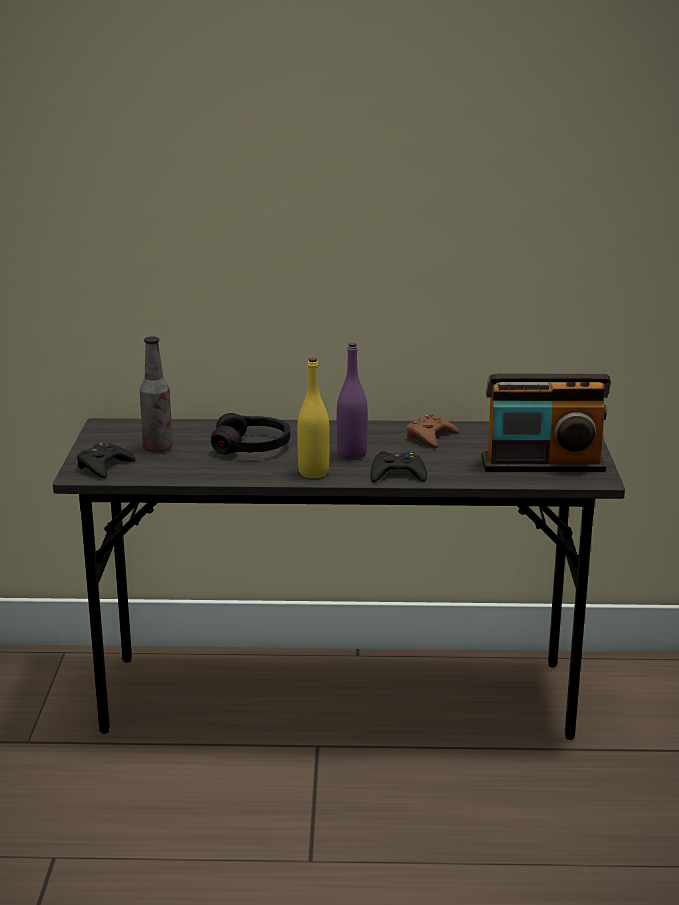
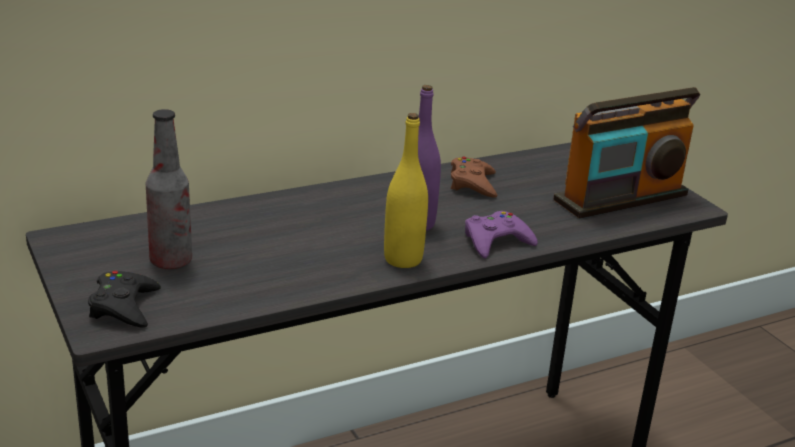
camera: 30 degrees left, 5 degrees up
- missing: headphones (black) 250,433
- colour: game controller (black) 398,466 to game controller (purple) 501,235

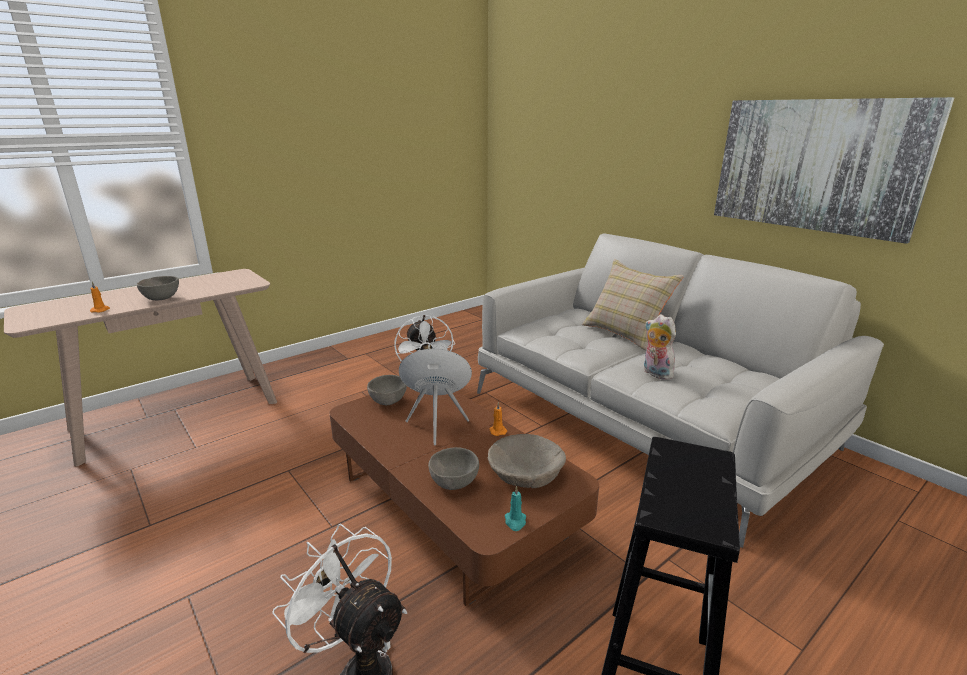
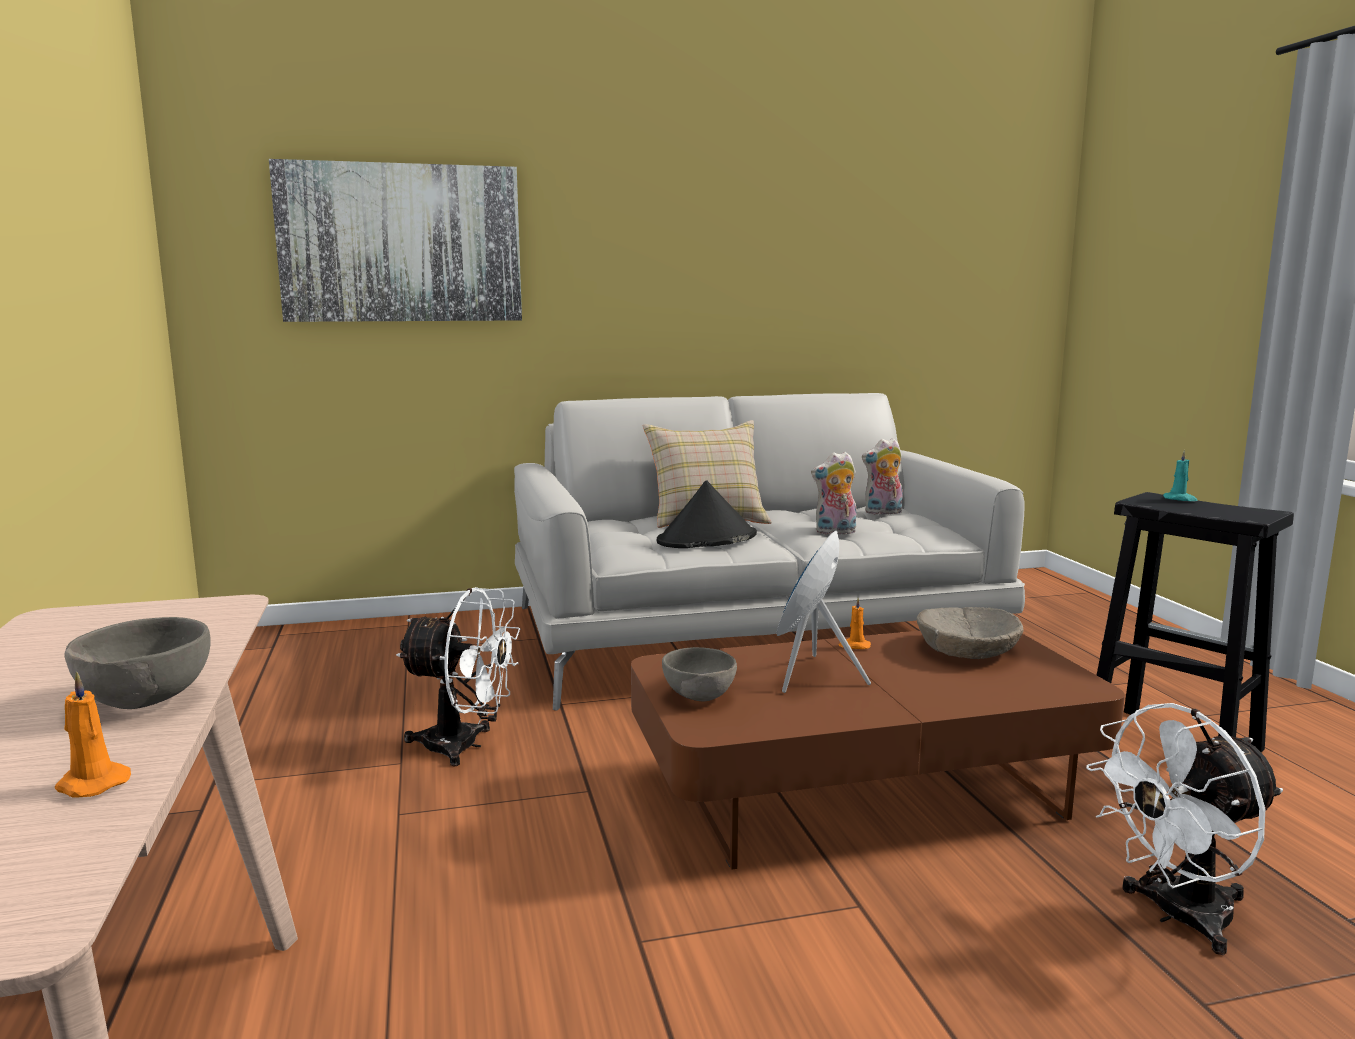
camera: 65 degrees left, 10 degrees down
- missing: bowl (grey) 453,468
- relocated: candle (turquoise) 515,508 to 1180,475
- relocated: picture 834,170 to 395,240
- appeared: hat (black) 707,514
- appeared: plush toy 882,476

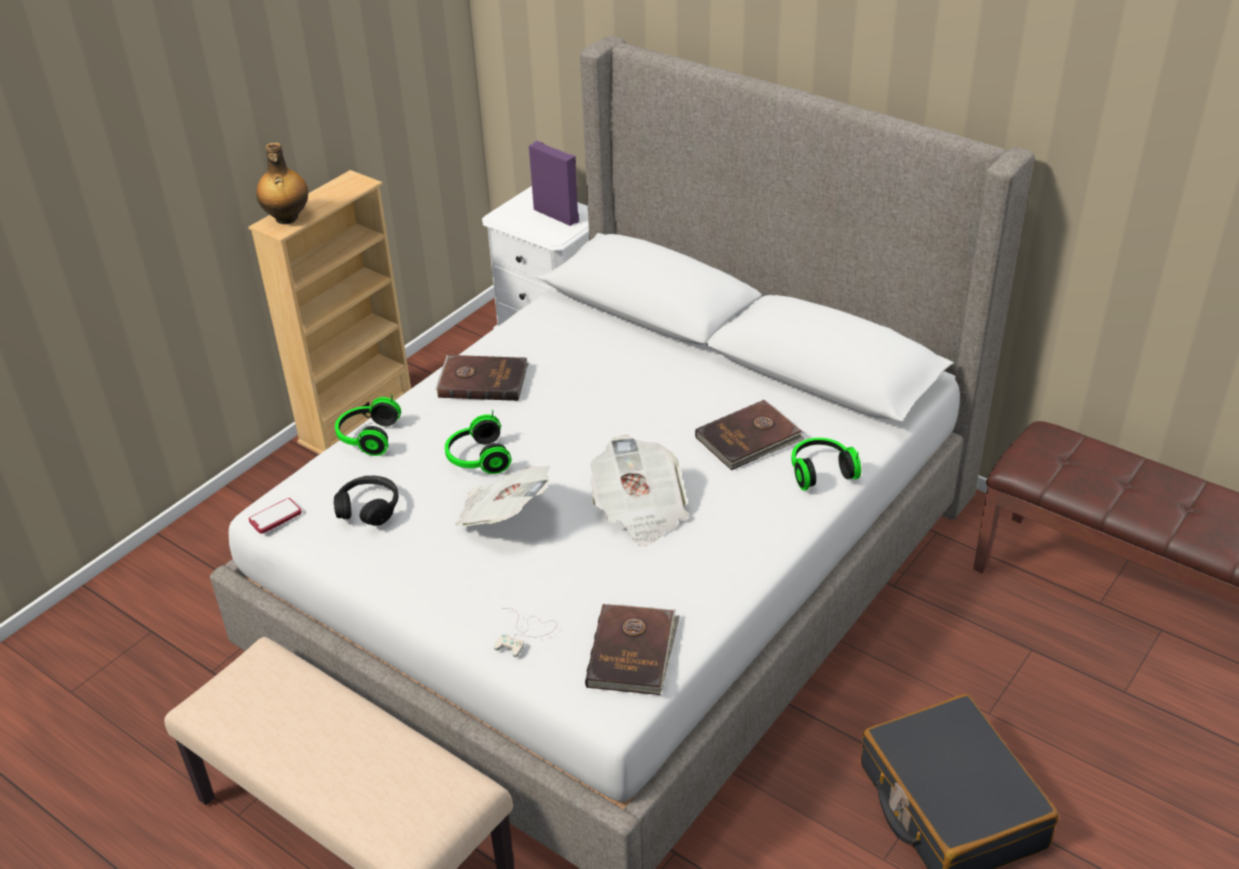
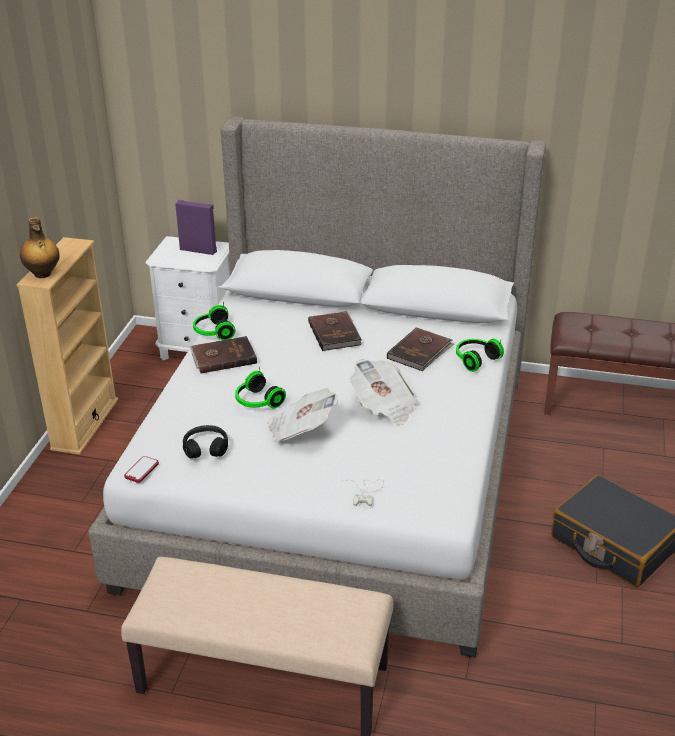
camera: 25 degrees left, 5 degrees down
- relocated: headphones 368,425 to 214,321
- relocated: book (brown) 632,649 to 335,331

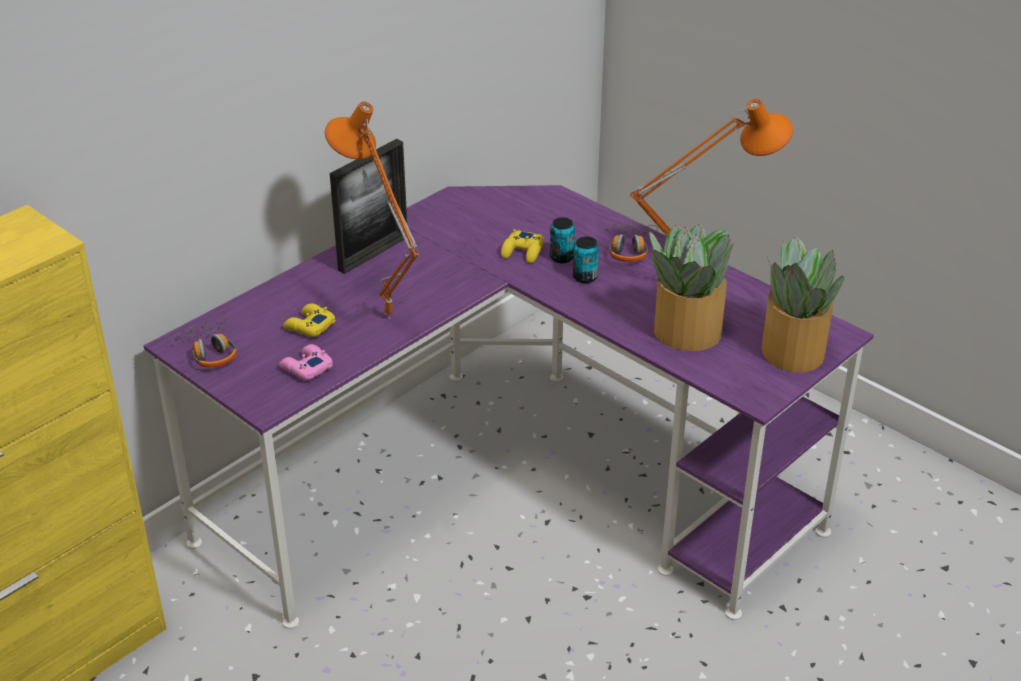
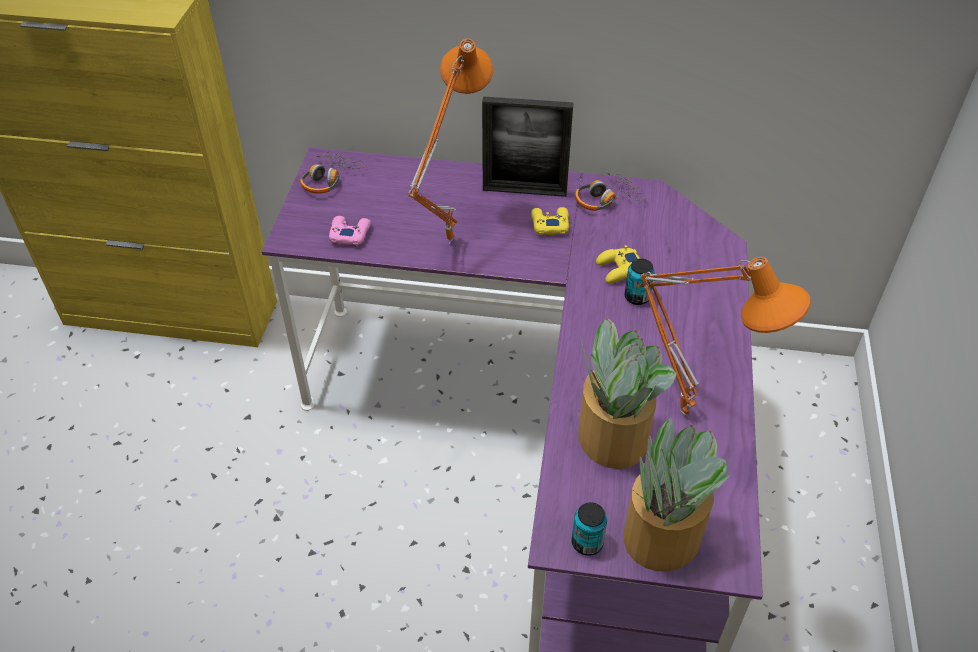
camera: 55 degrees right, 10 degrees up
- relocated: game controller (yellow) 309,320 to 550,221
- relocated: can 586,259 to 589,529
- relocated: headphones 629,242 to 610,191

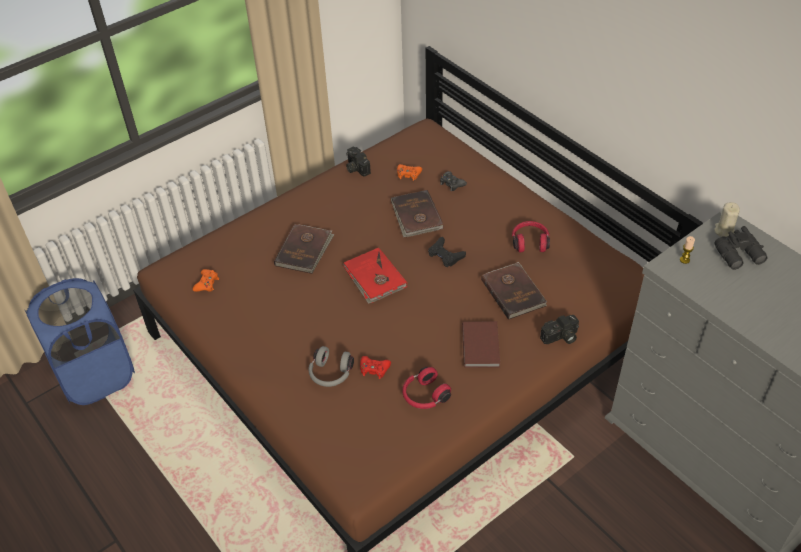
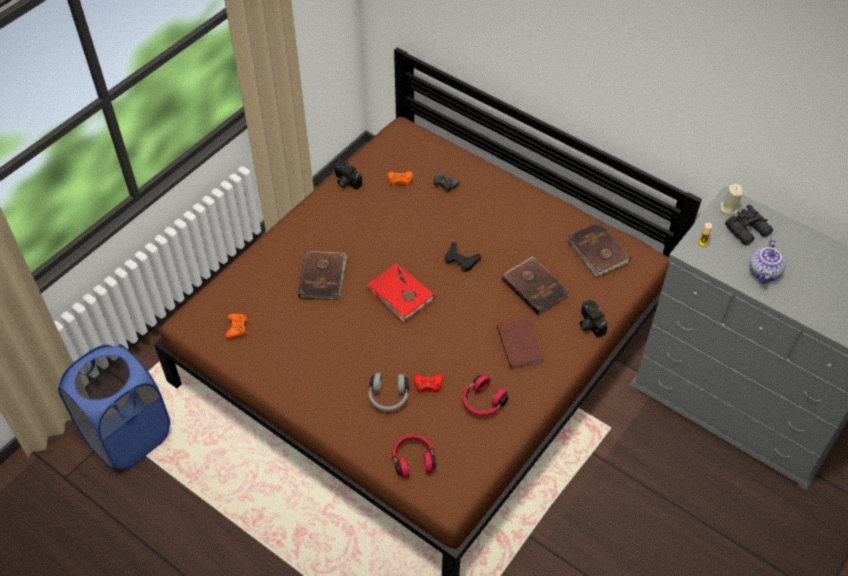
camera: 15 degrees left, 5 degrees up
- relocated: book (brown) 417,213 to 599,249
- relocated: headphones (red) 531,236 to 414,456
- spun: photo camera 559,329 = 594,319 105 degrees clockwise
- appeared: teapot 768,261

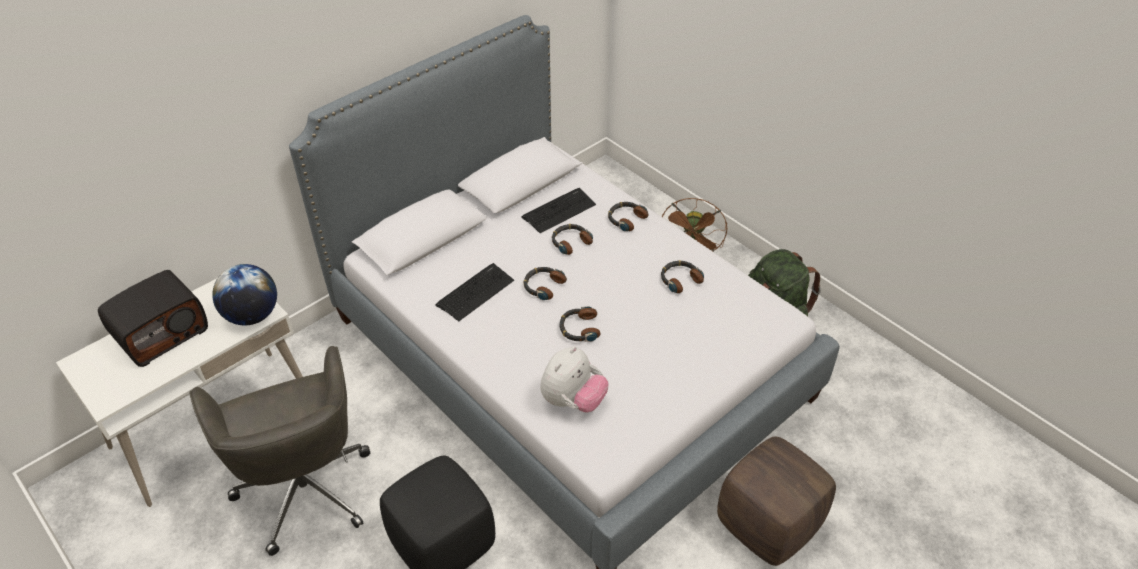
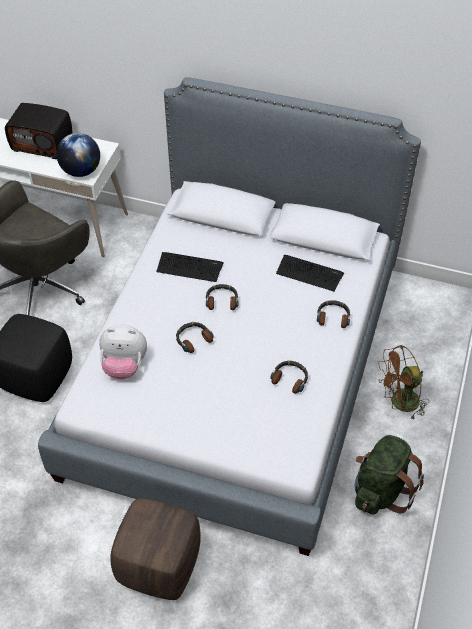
camera: 60 degrees right, 5 degrees up
- missing: headphones 572,239

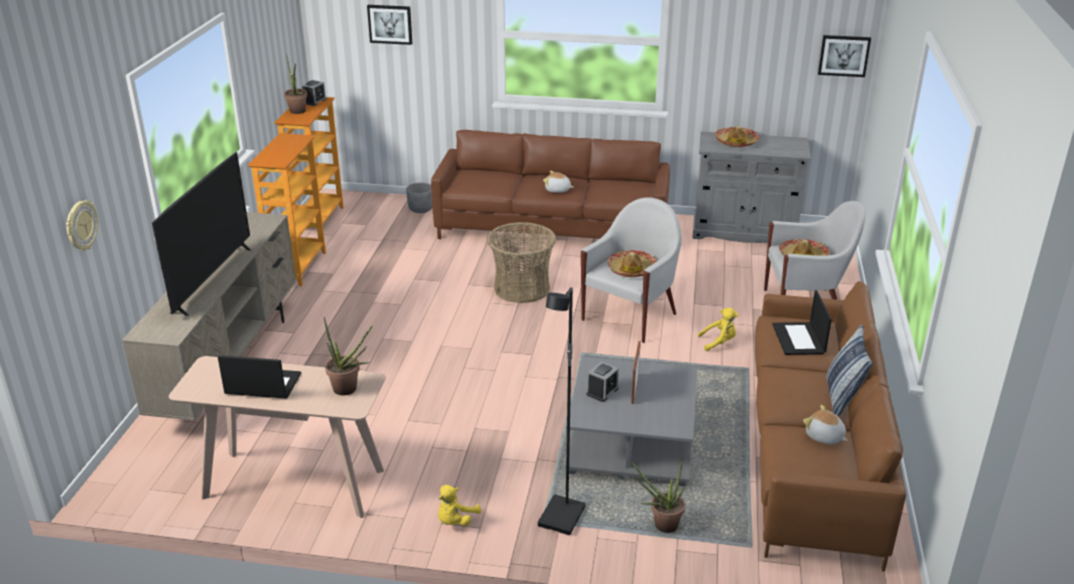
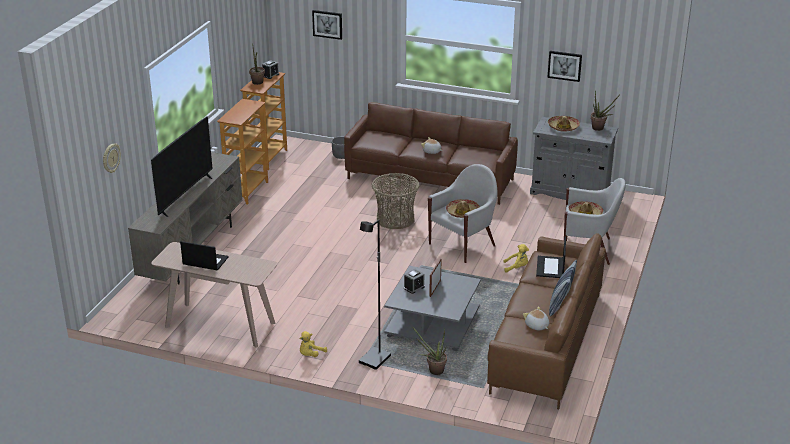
camera: 10 degrees right, 0 degrees up
- relocated: potted plant 348,356 to 605,110
- relocated: picture 844,56 to 564,66

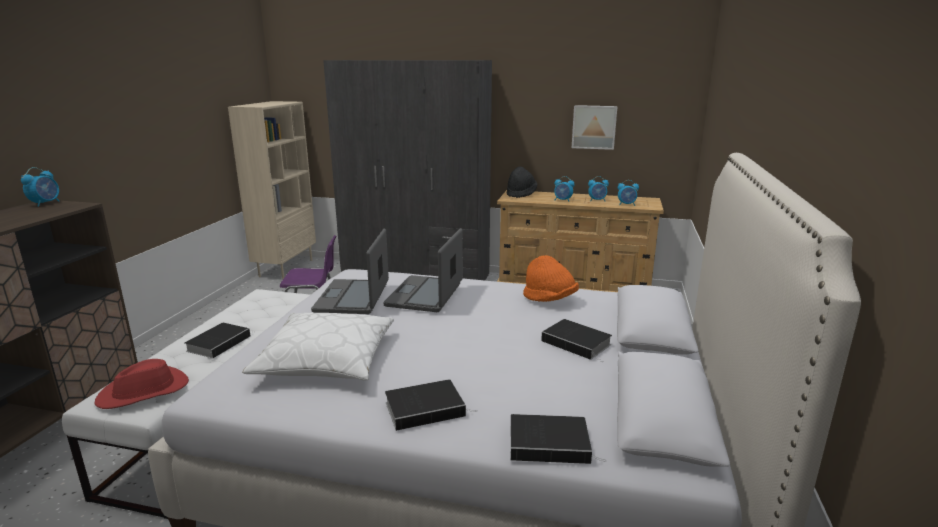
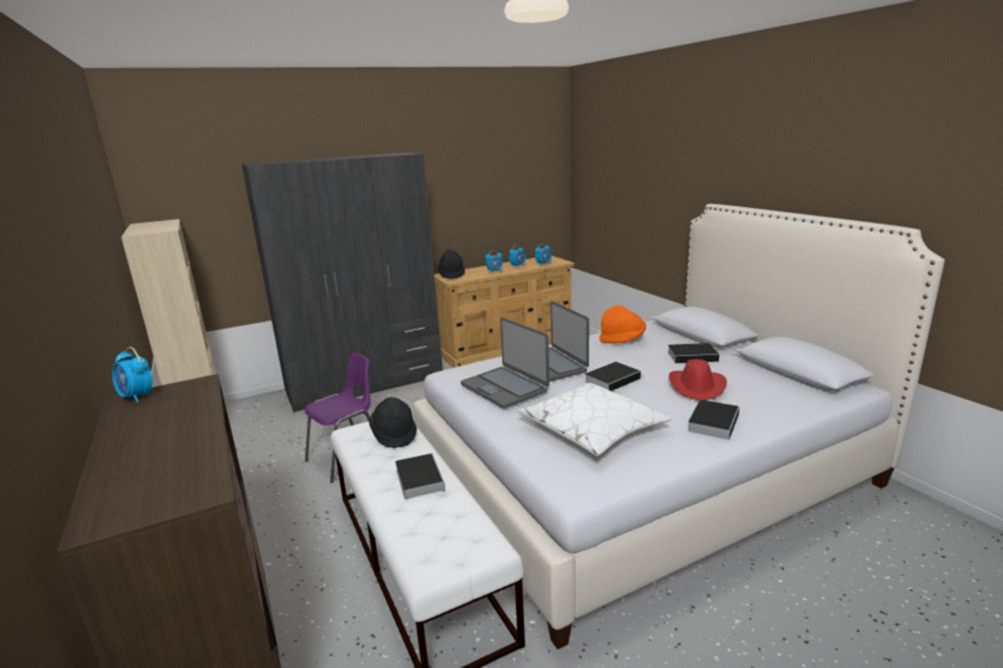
camera: 40 degrees left, 0 degrees up
- spun: alarm clock 40,187 = 132,375 150 degrees clockwise
- relocated: hat (red) 141,384 to 698,379
- relocated: book 558,439 to 613,376
- missing: picture 595,127
- appeared: hat (black) 393,422

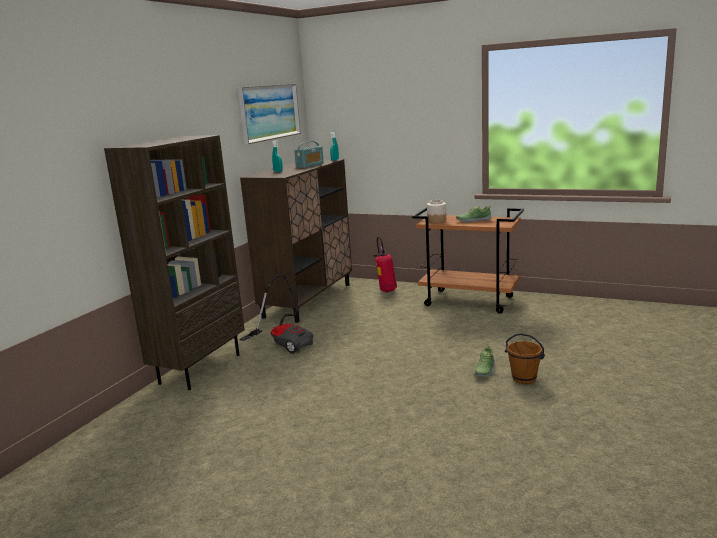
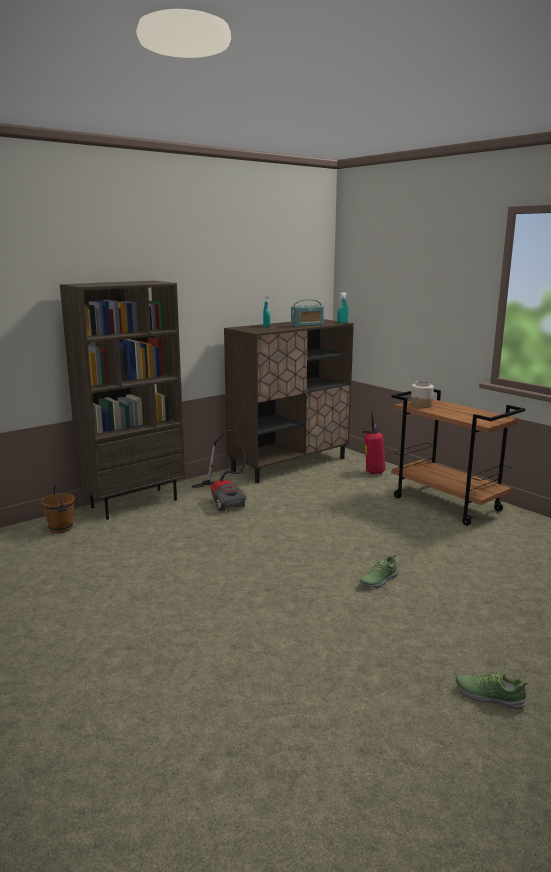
camera: 25 degrees right, 0 degrees up
- missing: picture 269,114
- relocated: shoe 474,214 to 492,690
- relocated: bucket (brown) 525,358 to 58,509

